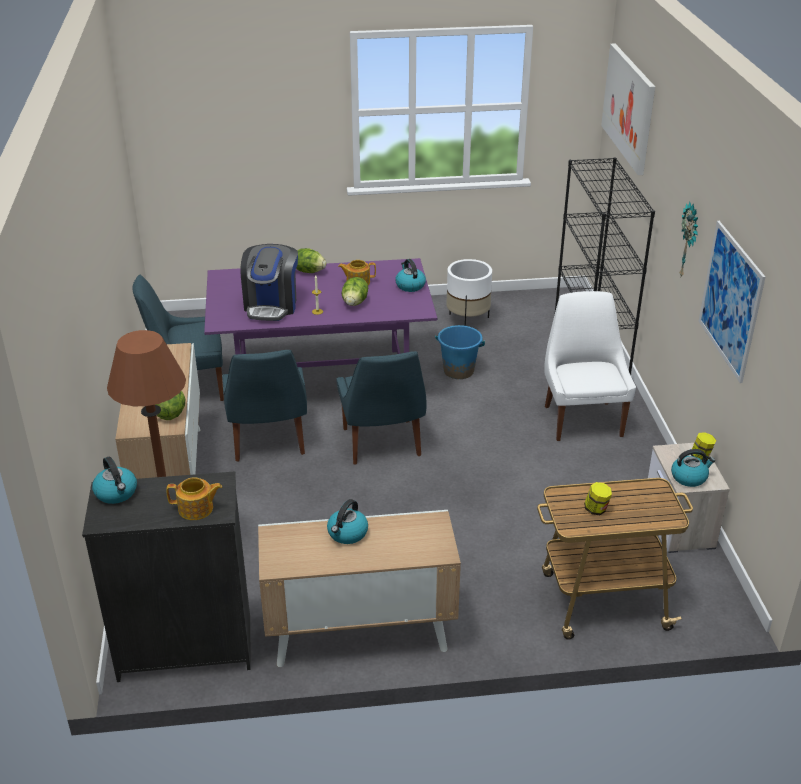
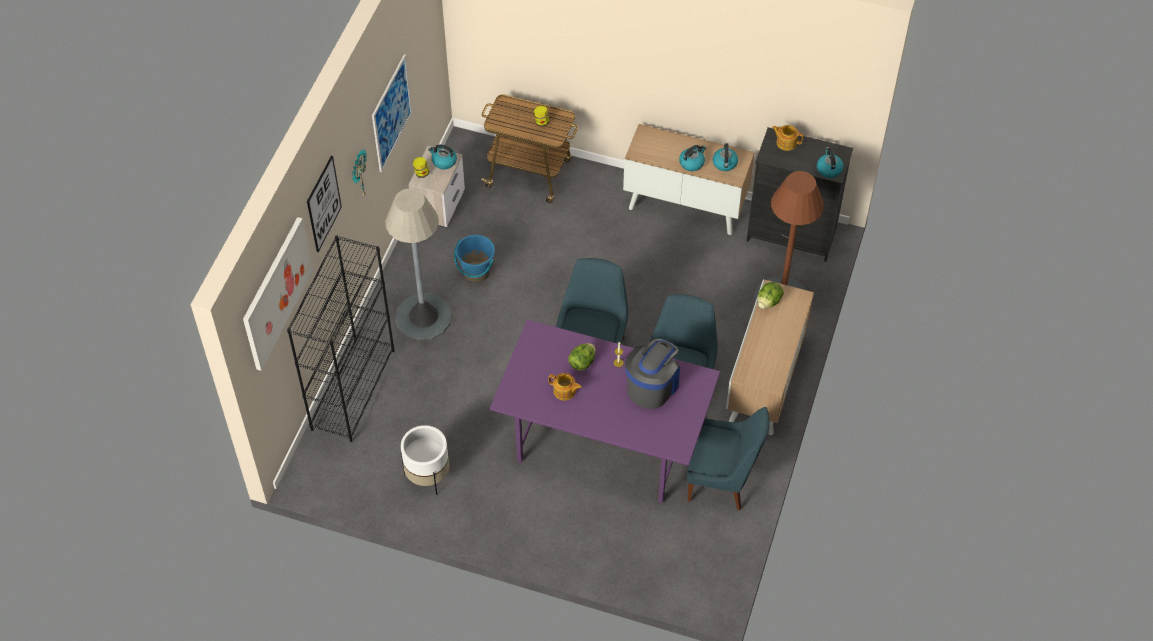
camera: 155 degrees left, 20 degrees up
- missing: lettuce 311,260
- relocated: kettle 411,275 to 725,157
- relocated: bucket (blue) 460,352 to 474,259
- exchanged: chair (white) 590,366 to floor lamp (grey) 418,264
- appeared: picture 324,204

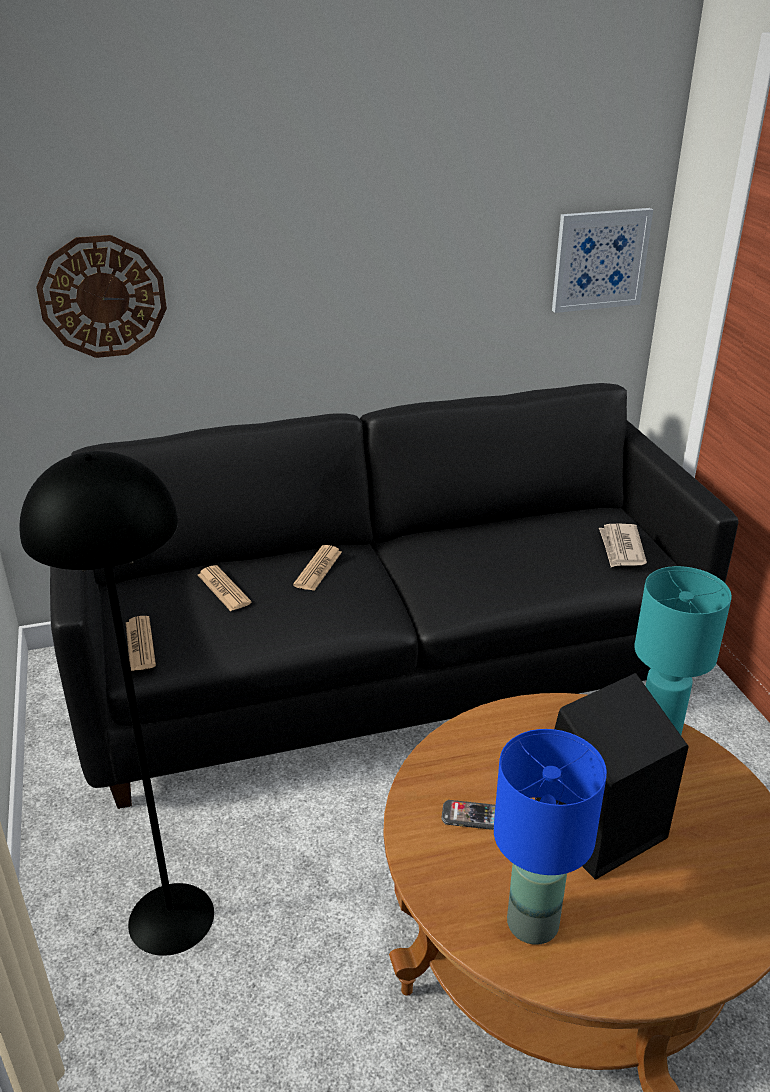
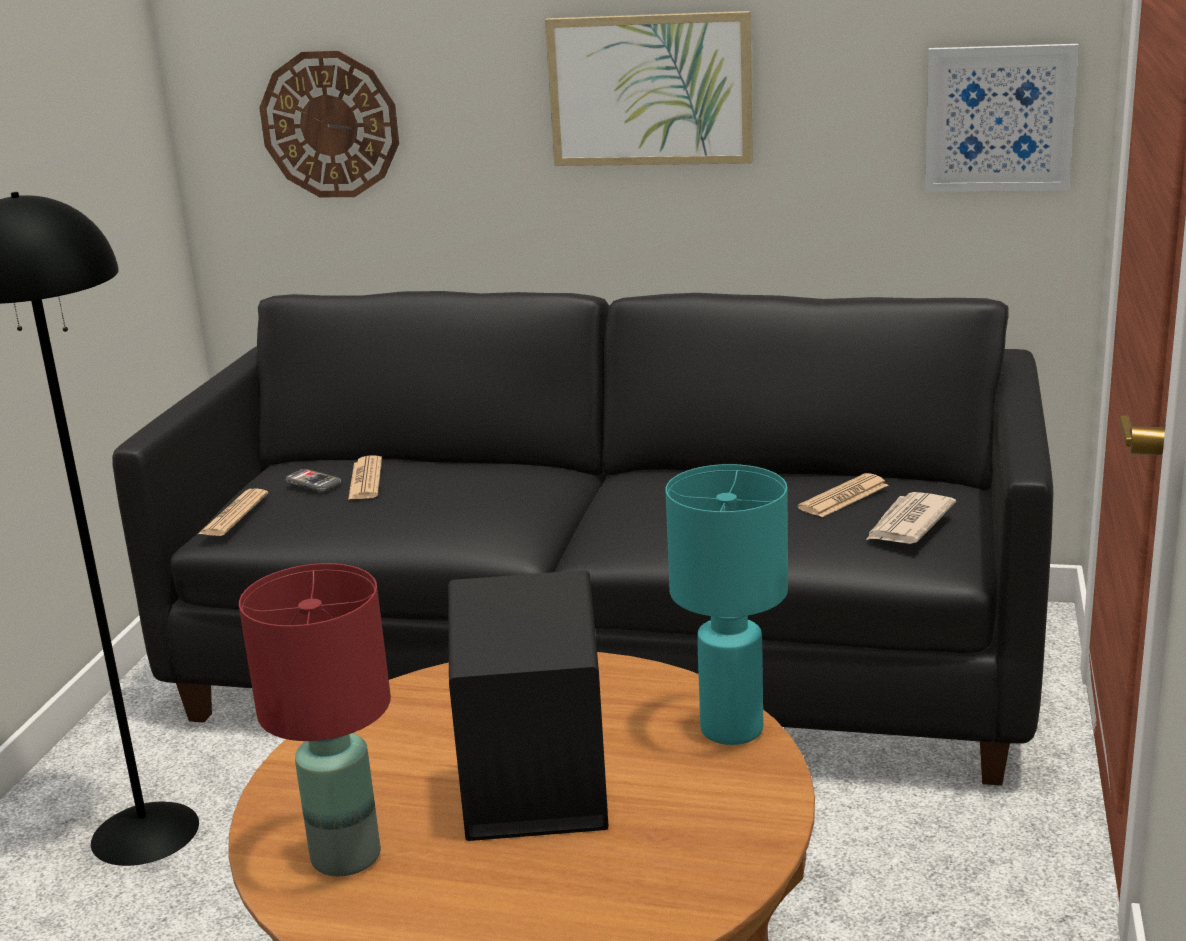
camera: 30 degrees right, 10 degrees down
- relocated: newspaper 317,568 to 843,495
- relocated: phone 468,815 to 313,480
- colour: table lamp (blue) 550,837 to table lamp (red) 315,719
- appeared: picture 649,88

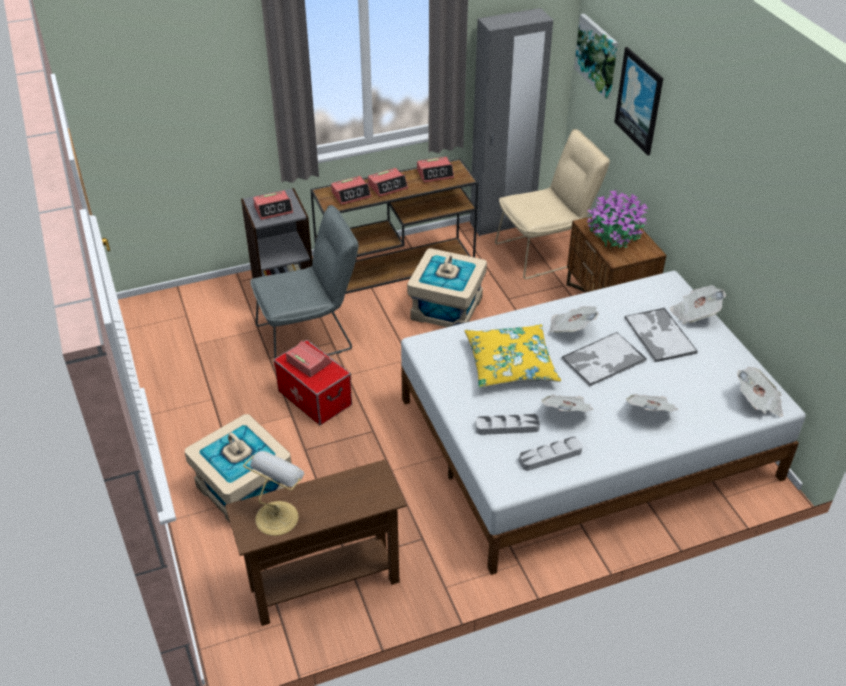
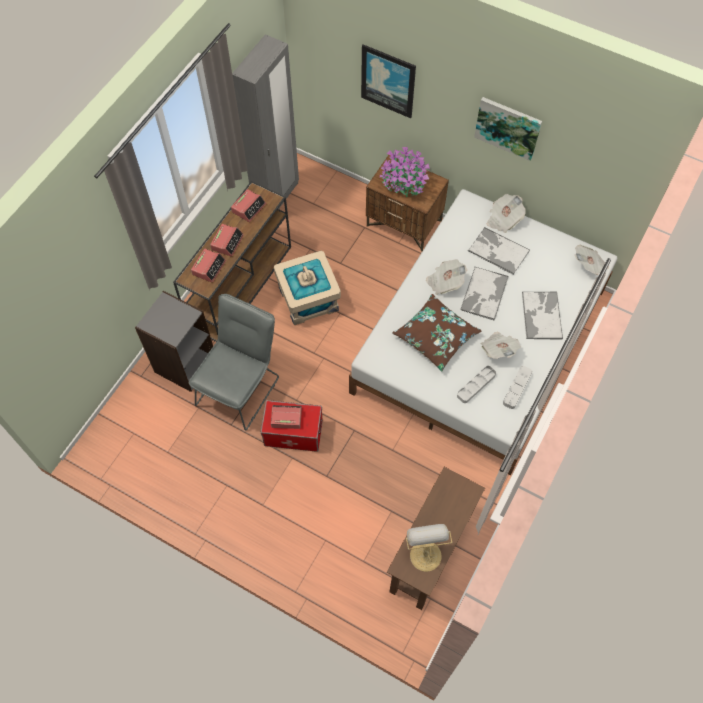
camera: 40 degrees left, 20 degrees up
- missing: storage box (beige) 238,468
- missing: alarm clock 273,205
- colour: pillow (yellow) 513,356 to pillow (brown) 436,333
- missing: chair (beige) 552,204
- relocated: picture 596,56 to 508,129
- exchanged: newspaper 652,403 to tray 542,316

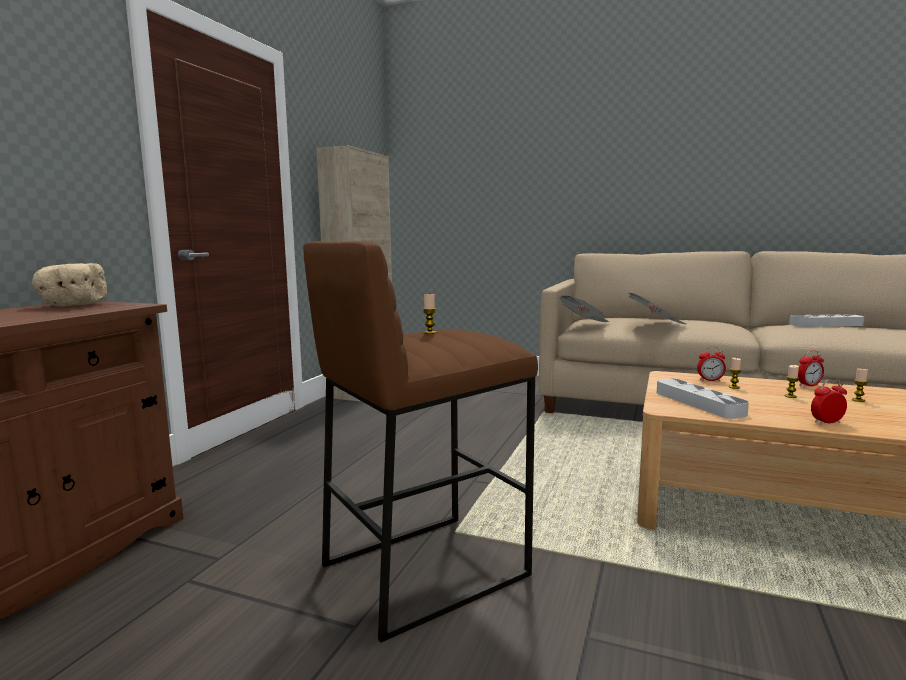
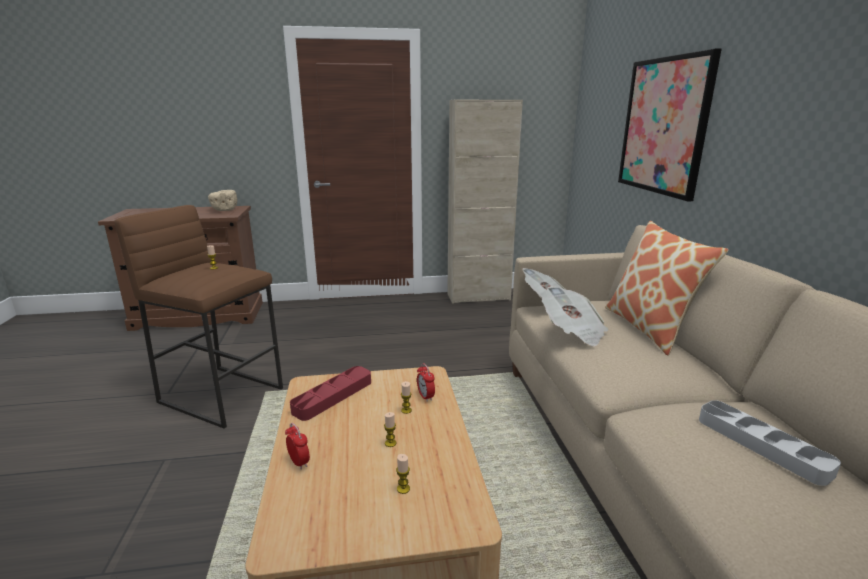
camera: 60 degrees right, 10 degrees up
- colour: tray (grey) 703,398 to tray (red) 330,393
- missing: alarm clock 811,368
- appeared: pillow 666,288
- appeared: picture 670,125

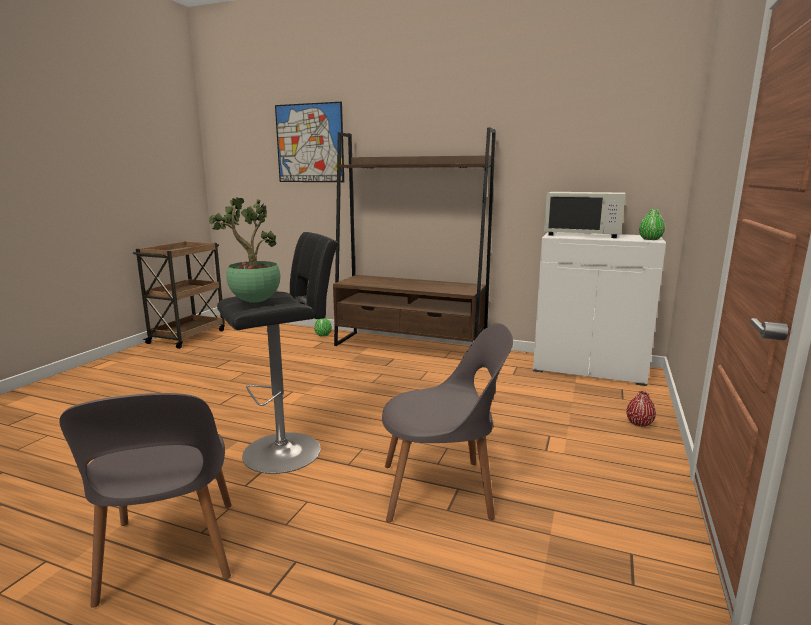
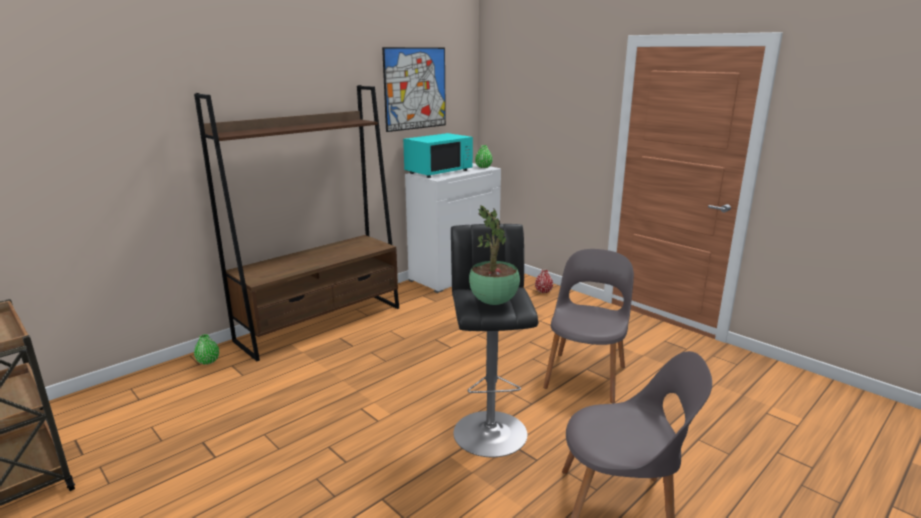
camera: 65 degrees left, 5 degrees up
- relocated: picture 309,142 to 414,89
- colour: microwave (white) 584,215 to microwave (turquoise) 438,155

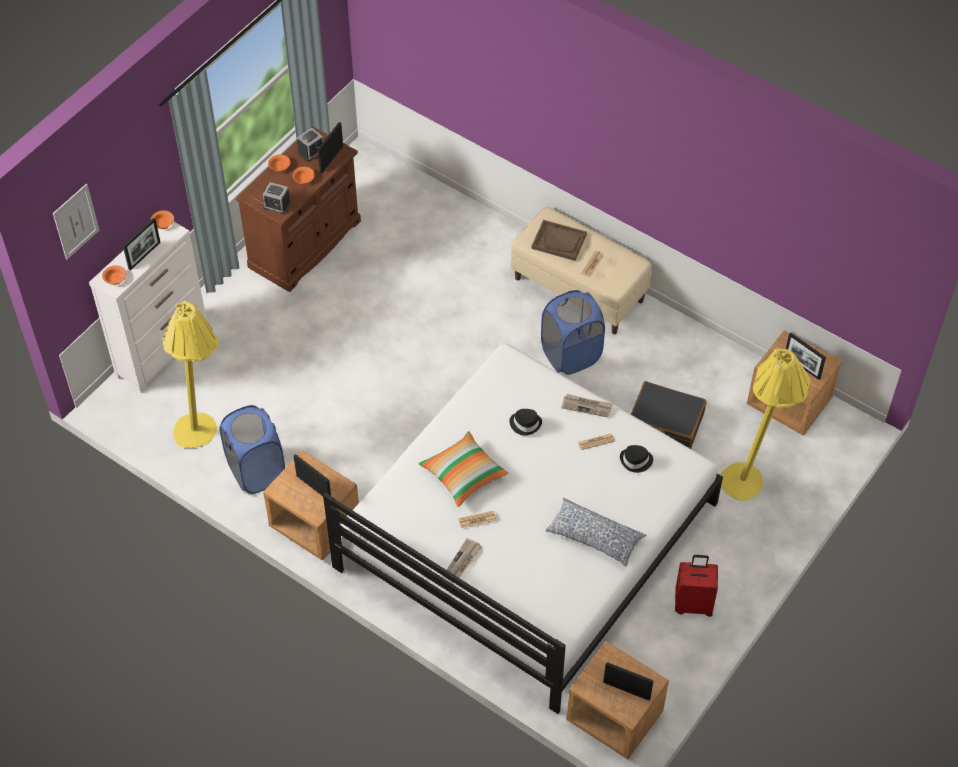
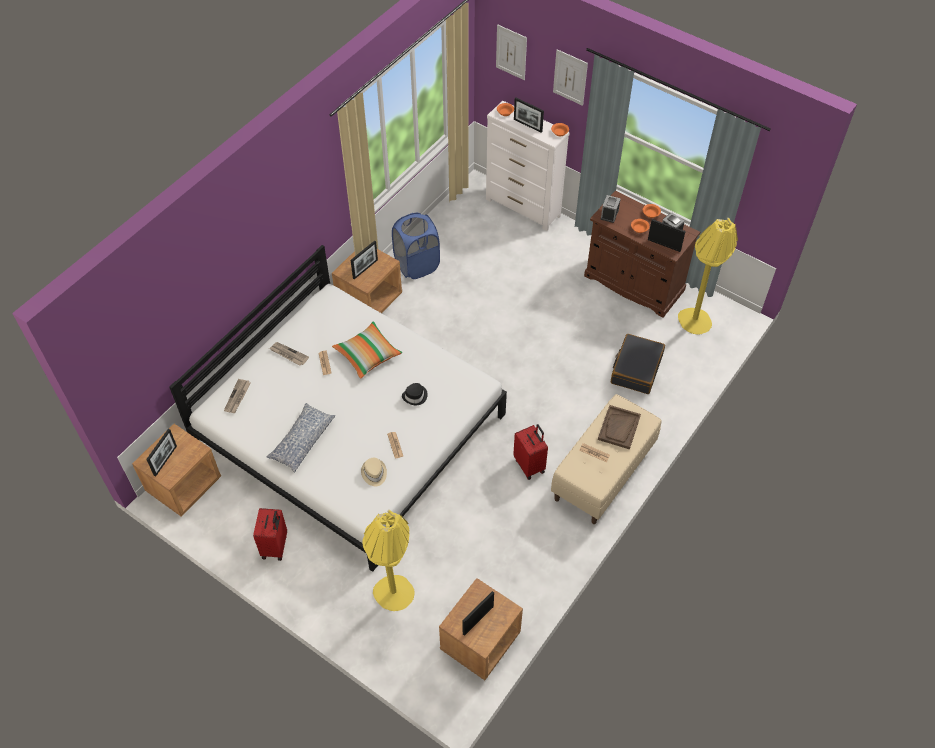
camera: 90 degrees right, 0 degrees up
- relocated: floor lamp (yellow) 191,373 to 708,276
- exchanged: laundry basket (blue) 573,332 to suitcase (red) 530,452
- relocated: newspaper 587,405 to 237,396
- colour: hat (black) 636,459 to hat (beige) 374,472
- relocated: suitcase (black) 668,415 to 638,364
- appeared: picture 570,77

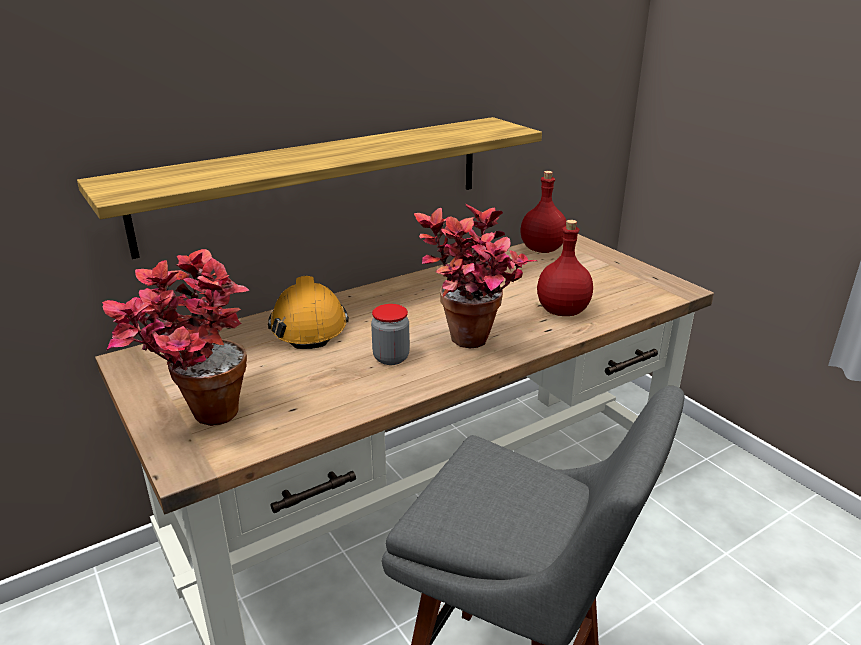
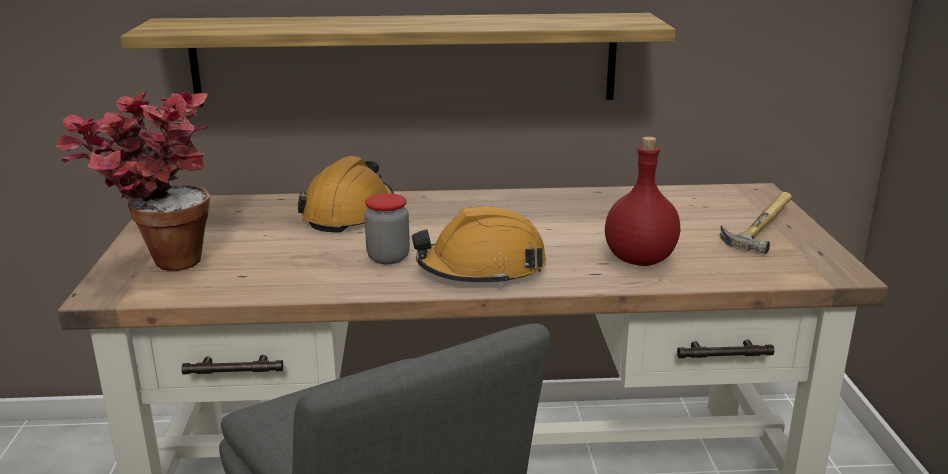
camera: 30 degrees right, 5 degrees down
- exchanged: potted plant 475,276 to hard hat (orange) 479,246
- missing: bottle (red) 543,212
- appeared: hammer 756,223

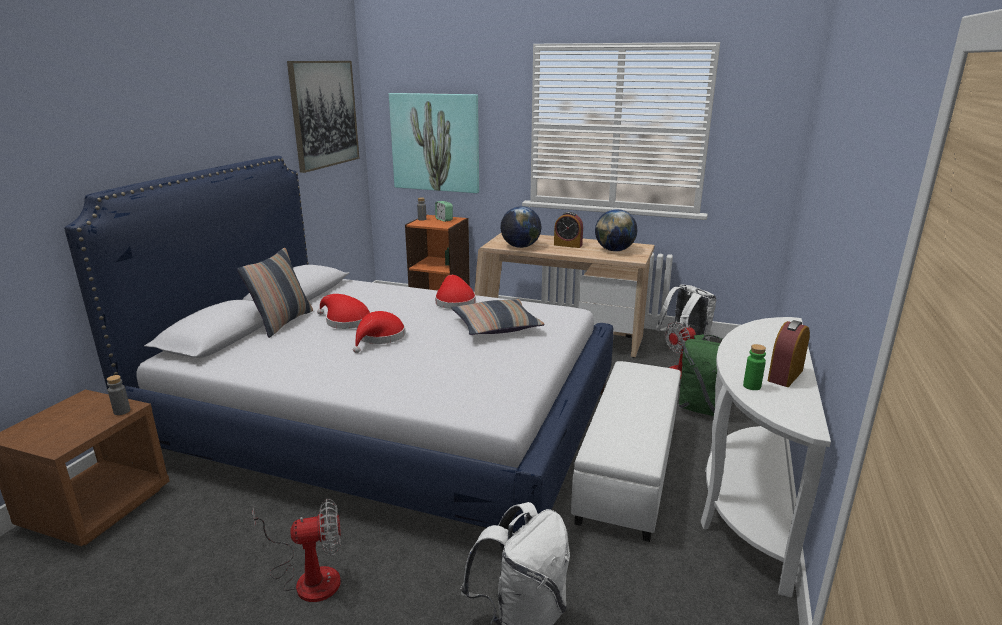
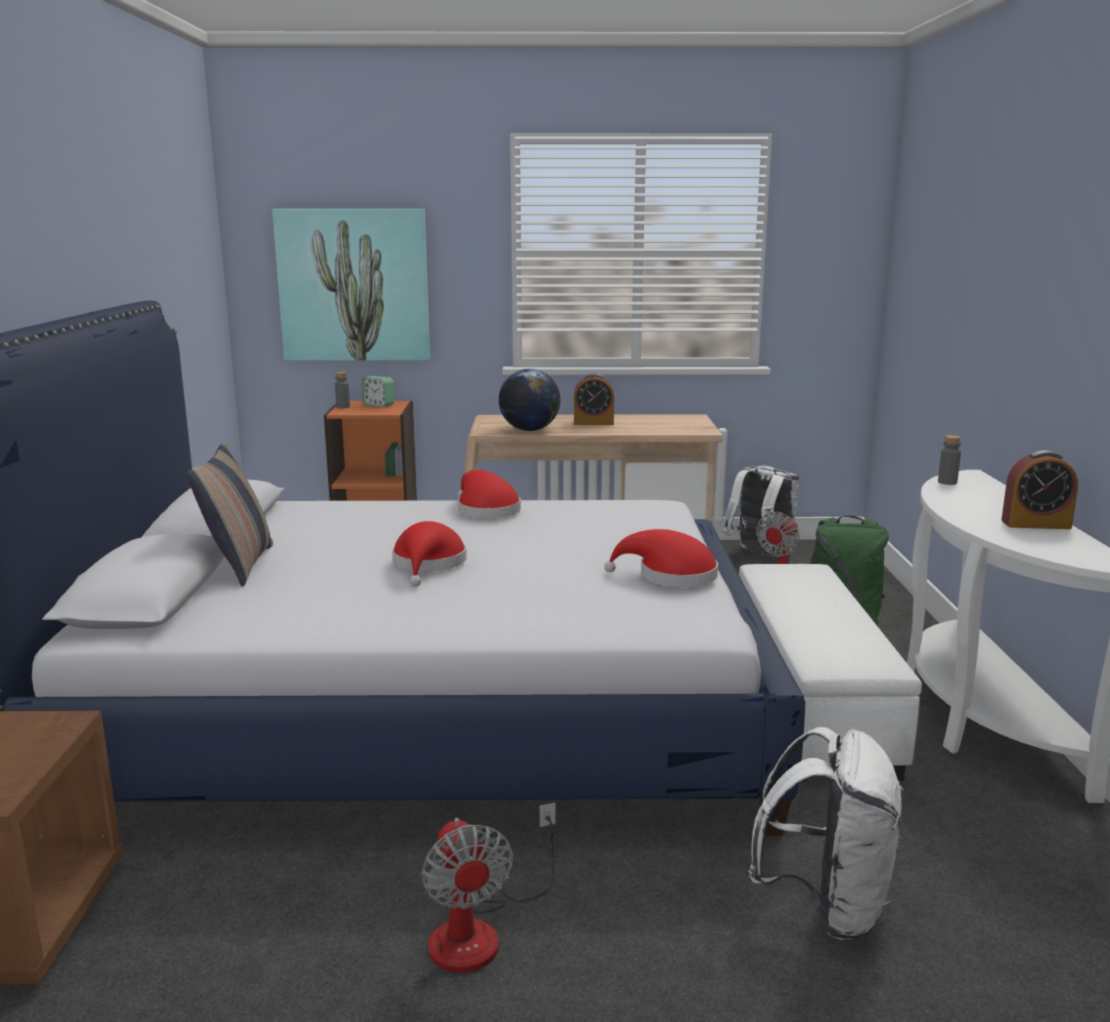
camera: 20 degrees left, 5 degrees down
- relocated: bottle (grey) 118,395 to 949,460
- spun: fan 296,550 = 489,888 105 degrees clockwise
- missing: picture 323,117
- relocated: hat (red) 344,311 to 661,558
- missing: pillow 498,317
- missing: globe 616,230
- missing: bottle (green) 754,367
- spun: alarm clock 789,353 = 1039,489 105 degrees counterclockwise

